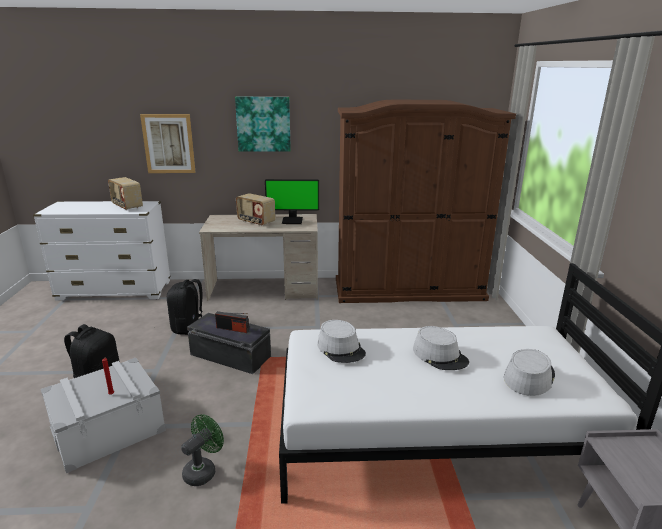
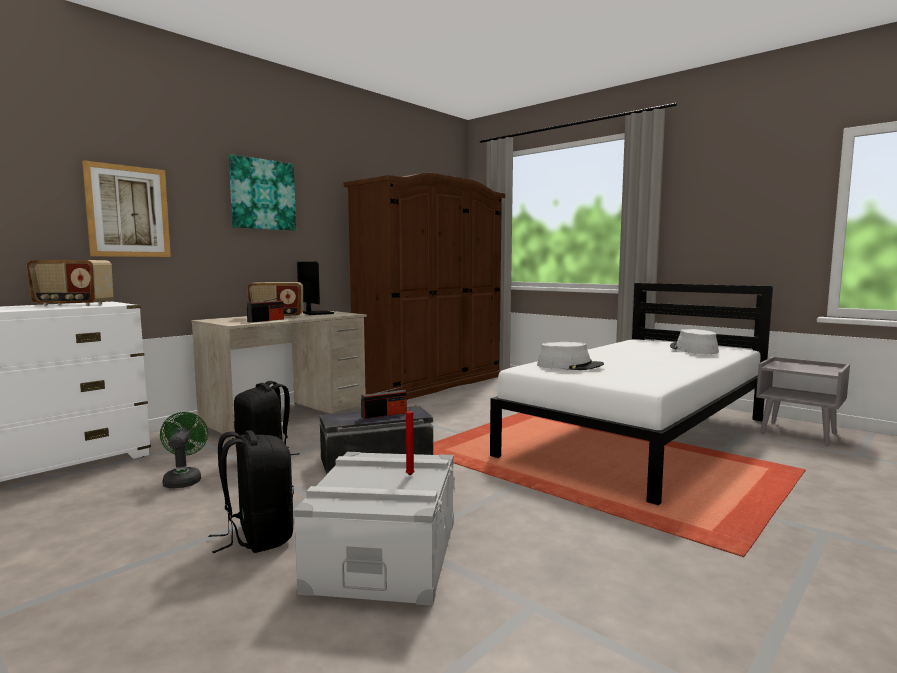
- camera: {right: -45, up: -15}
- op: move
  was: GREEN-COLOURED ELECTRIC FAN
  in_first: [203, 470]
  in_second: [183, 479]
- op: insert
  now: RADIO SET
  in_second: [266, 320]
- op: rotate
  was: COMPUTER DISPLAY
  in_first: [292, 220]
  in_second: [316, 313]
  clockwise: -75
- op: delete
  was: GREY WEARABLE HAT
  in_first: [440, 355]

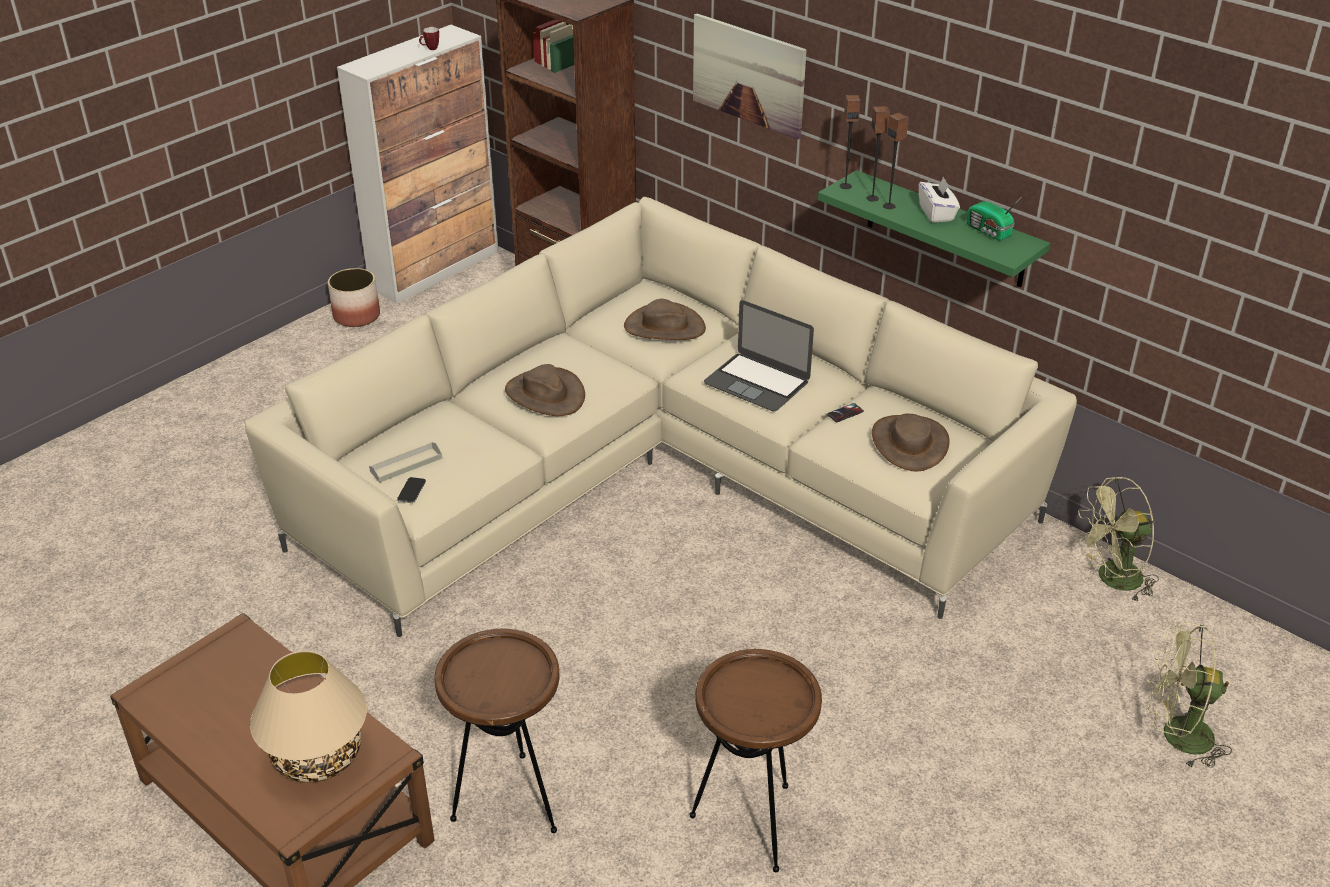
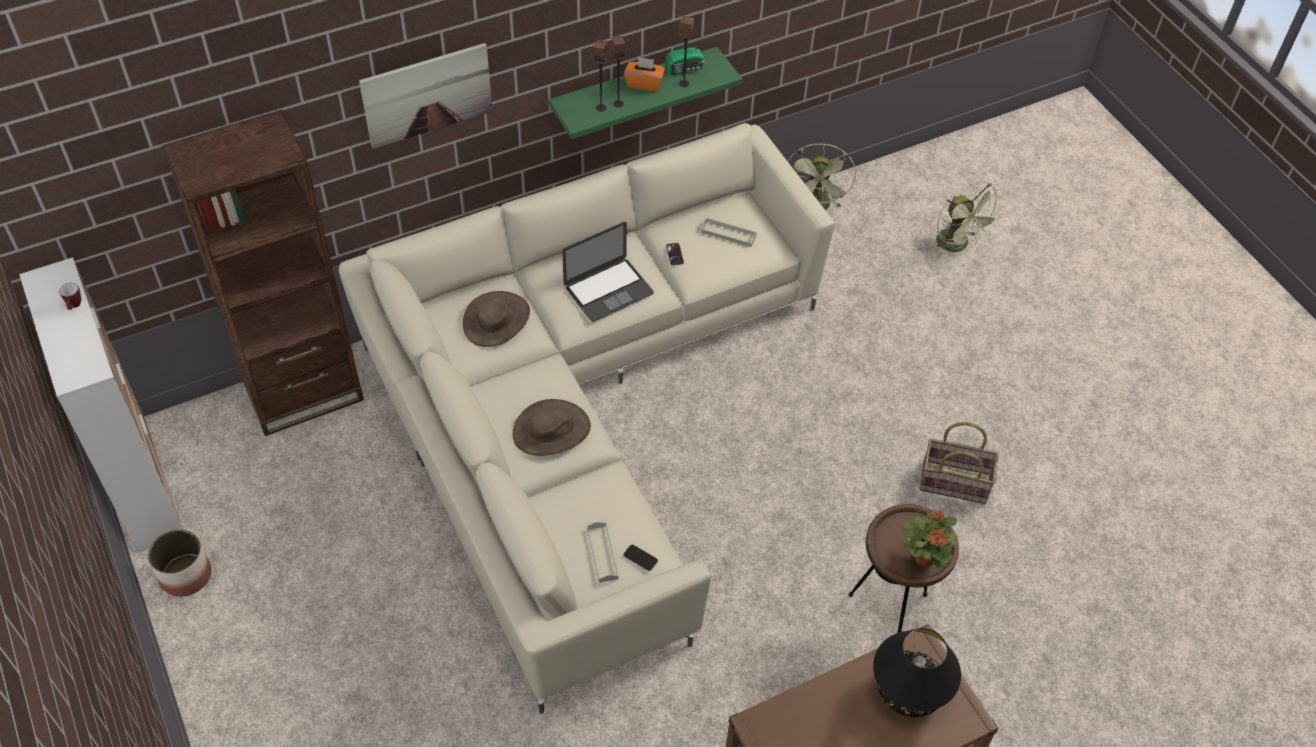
- camera: {right: -70, up: 15}
- op: recolor
  was: WHITISH BOX OF TISSUES
  now: ORANGEY BOX OF TISSUES
  in_first: [937, 213]
  in_second: [644, 83]
- op: move
  was: LOUDSPEAKER
  in_first: [845, 186]
  in_second: [683, 83]
- op: replace
  was: BROWNISH WEARABLE HAT
  now: GREY SERVING TRAY
  in_first: [909, 443]
  in_second: [728, 234]
- op: recolor
  was: BEIGE TABLE LAMP
  now: BLACK-COLOURED TABLE LAMP
  in_first: [318, 757]
  in_second: [909, 690]
- op: insert
  now: POTTED PLANT
  in_second: [924, 557]
- op: replace
  was: BROWNISH SIDE TABLE
  now: STORAGE BASKET
  in_first: [751, 823]
  in_second: [954, 482]
- op: rotate
  was: GREEN-COLOURED ELECTRIC FAN
  in_first: [1176, 736]
  in_second: [957, 245]
  clockwise: -60

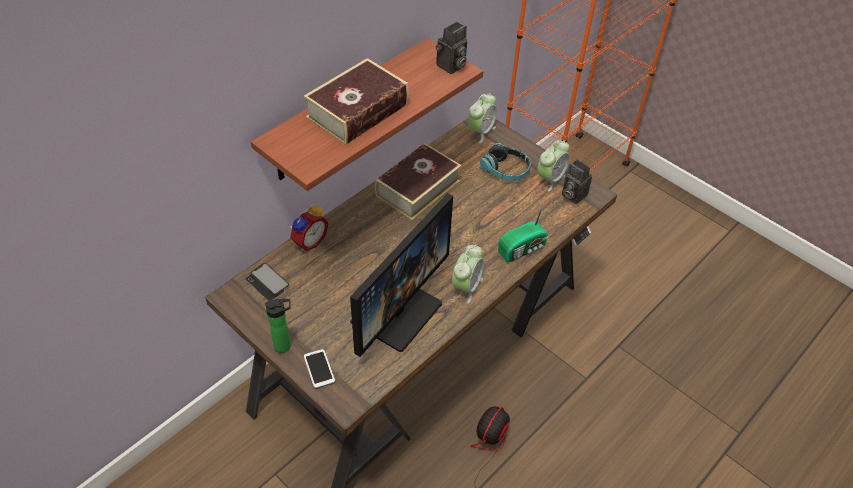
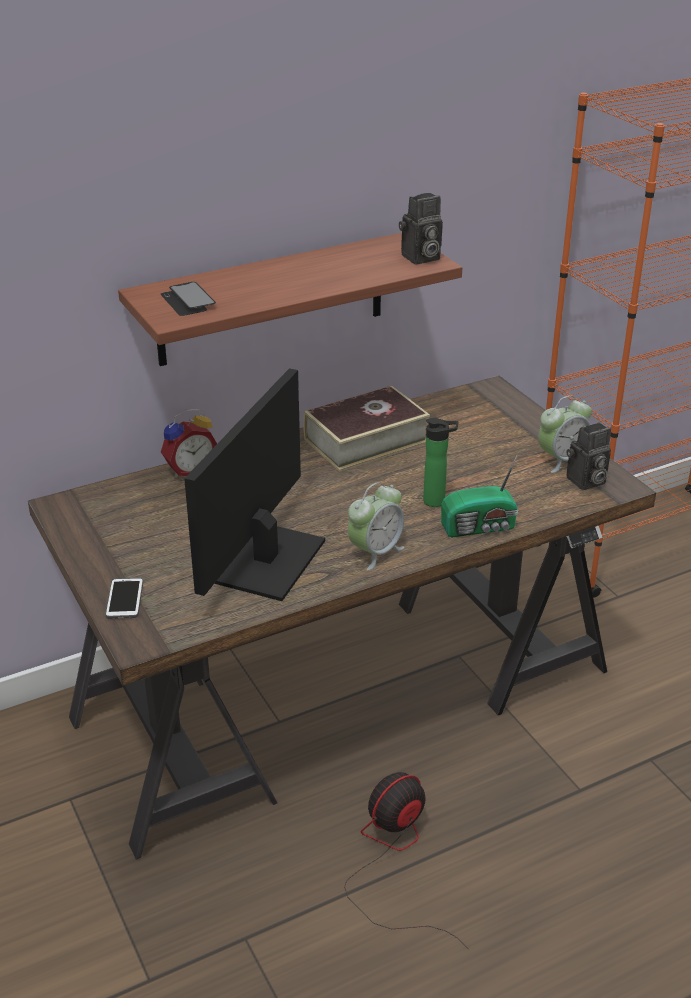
- camera: {right: 20, up: -15}
- op: move
  was: HANDSET
  in_first: [267, 282]
  in_second: [188, 301]
- op: rotate
  was: COMPUTER DISPLAY
  in_first: [397, 312]
  in_second: [263, 560]
  clockwise: 150
- op: move
  was: DRINK BOTTLE
  in_first: [285, 346]
  in_second: [437, 501]
- op: rotate
  was: STILL CAMERA
  in_first: [572, 195]
  in_second: [585, 482]
  clockwise: -90
- op: delete
  was: VOLUME
  in_first: [357, 111]
- op: delete
  was: BEDSIDE CLOCK
  in_first: [480, 132]
- op: delete
  was: PAIR OF HEADPHONES
  in_first: [505, 170]

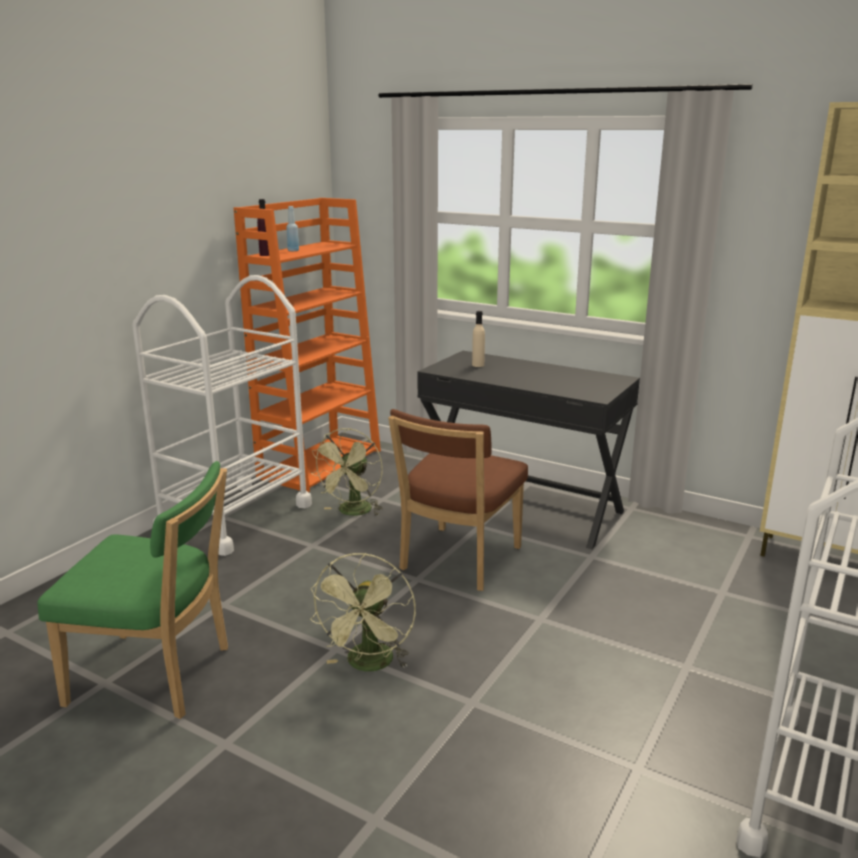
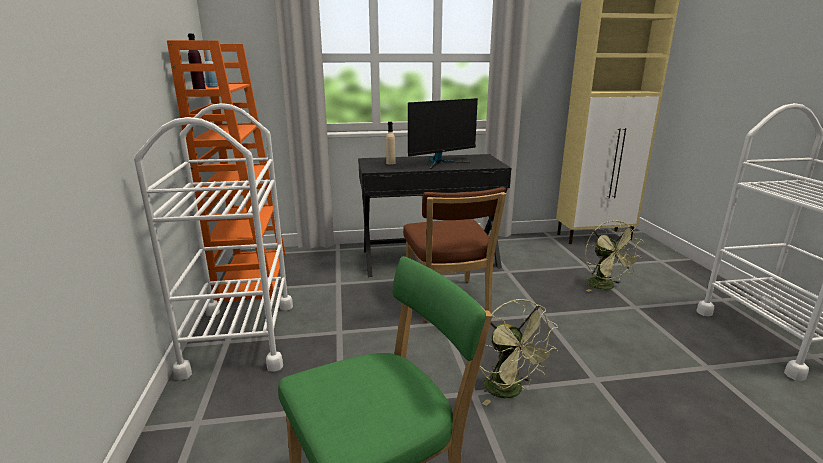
- camera: {right: -40, up: 0}
- op: insert
  now: COMPUTER DISPLAY
  in_second: [441, 163]
- op: move
  was: GREEN-COLOURED ELECTRIC FAN
  in_first: [352, 512]
  in_second: [605, 287]

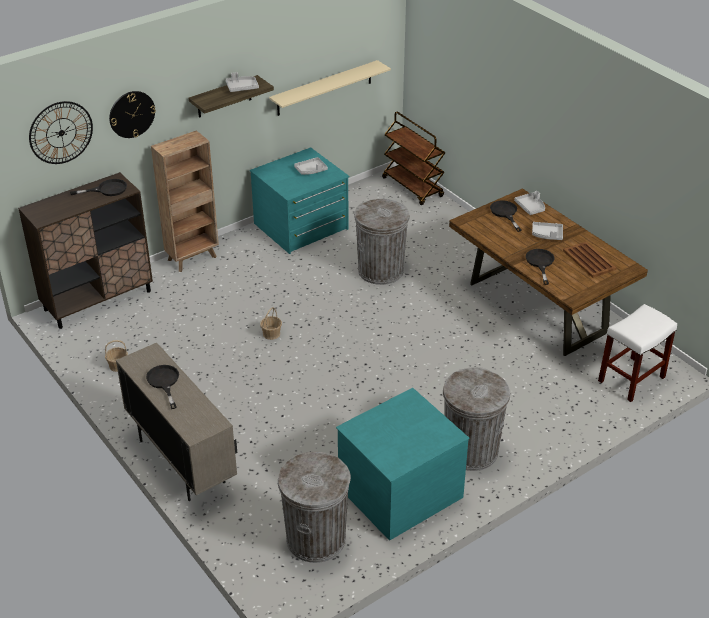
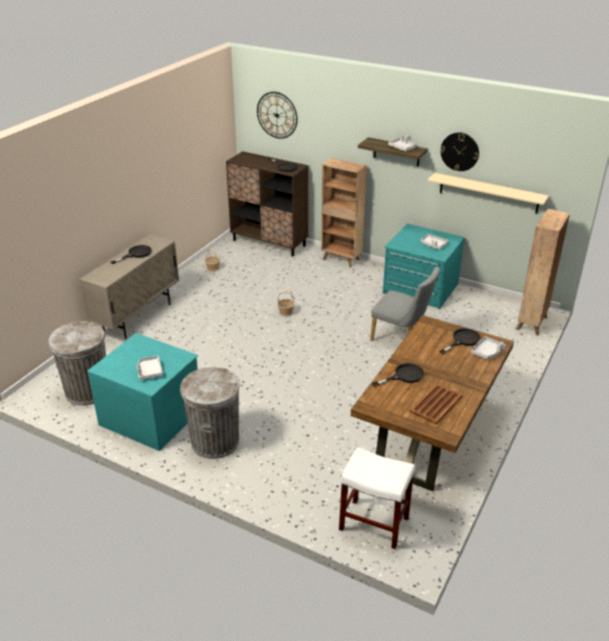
- camera: {right: 65, up: -5}
- op: move
  was: GREY SERVING TRAY
  in_first: [547, 235]
  in_second: [149, 371]
- op: replace
  was: GREY TRASH CAN
  now: GREY PLAIN CHAIR
  in_first: [381, 271]
  in_second: [402, 338]
- op: move
  was: CLOCK ON THE WALL
  in_first: [131, 114]
  in_second: [459, 151]
- op: replace
  was: BROWNISH CART
  now: BROWNISH SHELVING UNIT
  in_first: [413, 187]
  in_second: [531, 323]

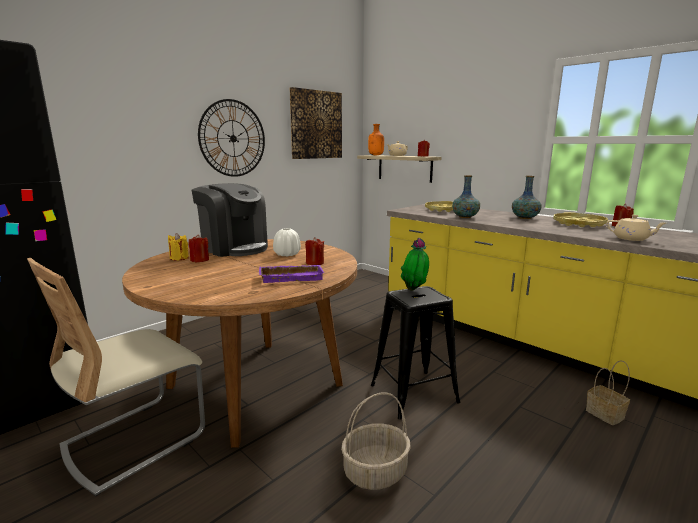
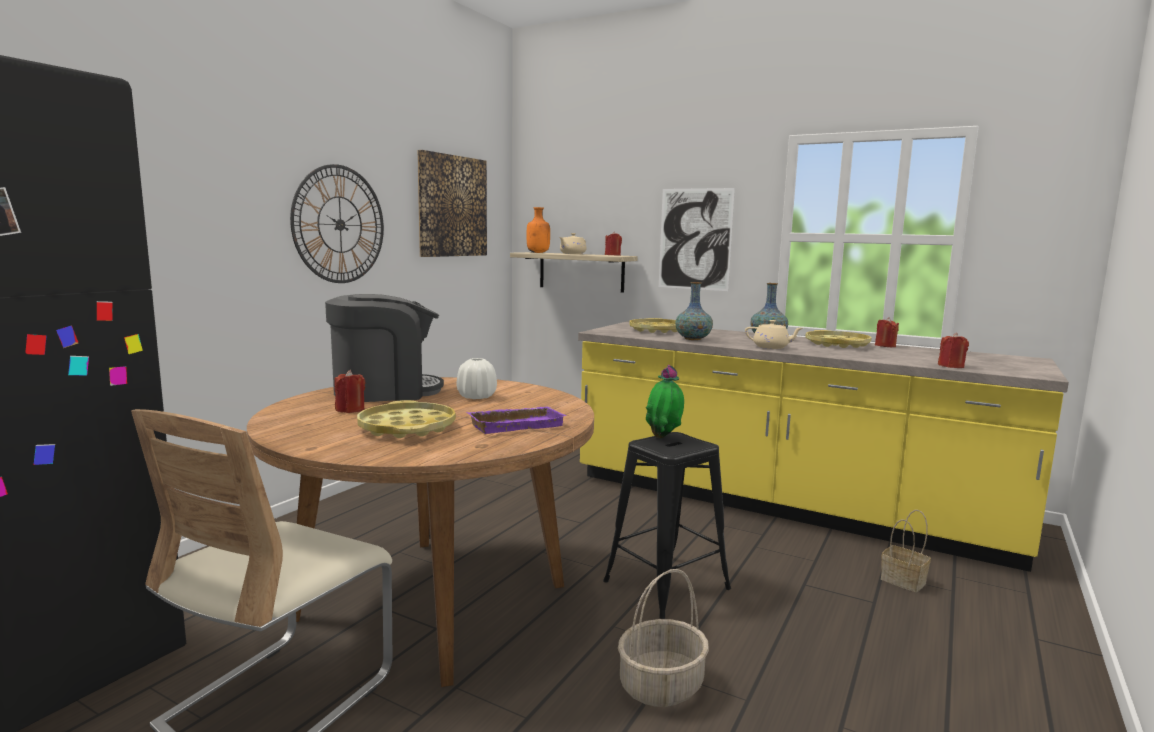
- camera: {right: -15, up: -5}
- op: rotate
  was: COFFEE BREWER
  in_first: [234, 248]
  in_second: [385, 391]
  clockwise: -45
- op: insert
  now: YELLOW SERVING TRAY
  in_second: [407, 428]
- op: insert
  now: WALL PICTURE
  in_second: [695, 239]
- op: move
  was: BEIGE TEAPOT
  in_first: [632, 239]
  in_second: [771, 347]
- op: move
  was: RED CANDLE
  in_first: [315, 263]
  in_second: [951, 366]
- op: delete
  was: YELLOW CANDLE
  in_first: [179, 258]

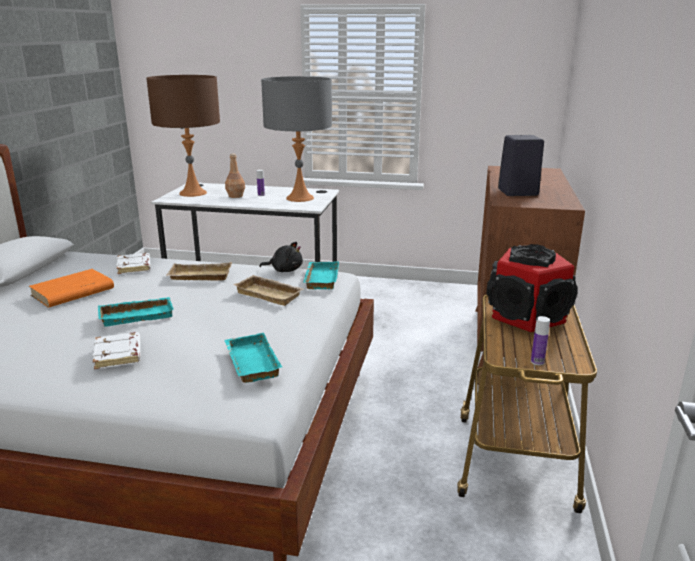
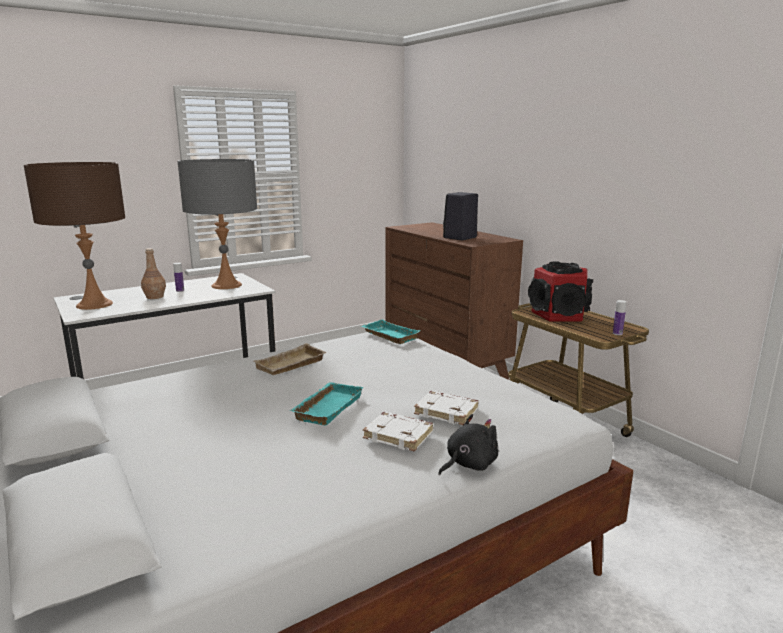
- camera: {right: -45, up: -5}
- op: move
  was: WHITISH VOLUME
  in_first: [135, 267]
  in_second: [447, 411]
- op: move
  was: BLACK-COLOURED PLUSH TOY
  in_first: [285, 270]
  in_second: [468, 464]
- op: delete
  was: ORANGEY VOLUME
  in_first: [72, 292]
- op: delete
  was: TURQUOISE SERVING TRAY
  in_first: [250, 362]
- op: delete
  was: BEIGE SERVING TRAY
  in_first: [270, 294]

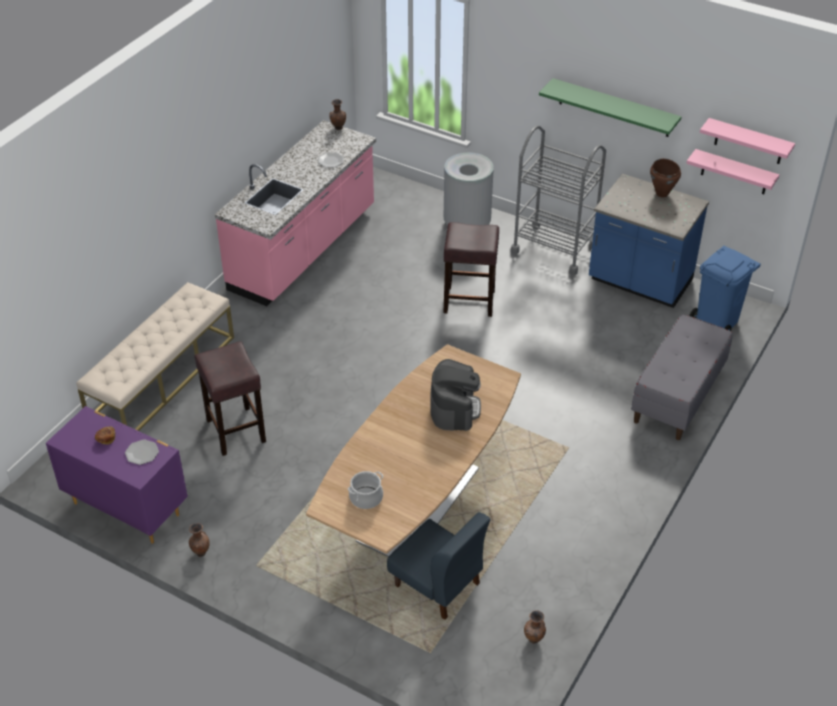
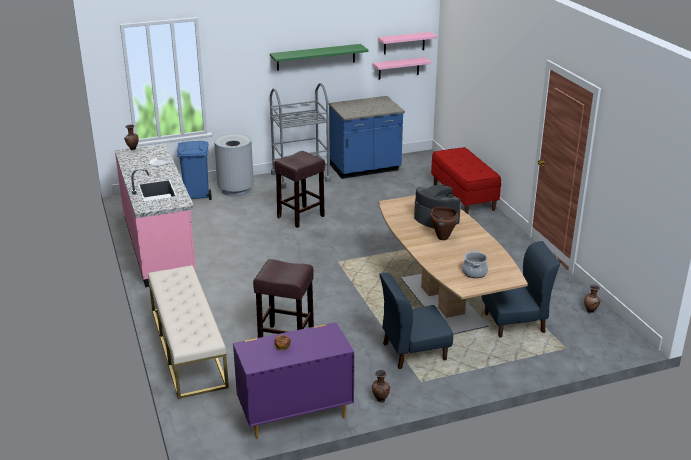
- camera: {right: -50, up: -15}
- op: move
  was: BLUISH TRASH CAN
  in_first: [717, 321]
  in_second: [197, 195]
- op: insert
  now: BLUISH PLAIN CHAIR
  in_second: [413, 351]
- op: move
  was: BROWNISH STOCKPOT
  in_first: [662, 193]
  in_second: [442, 237]
- op: recolor
  was: GREY BENCH
  now: RED BENCH
  in_first: [678, 396]
  in_second: [463, 197]
- op: delete
  was: FLAT DISH
  in_first: [142, 453]

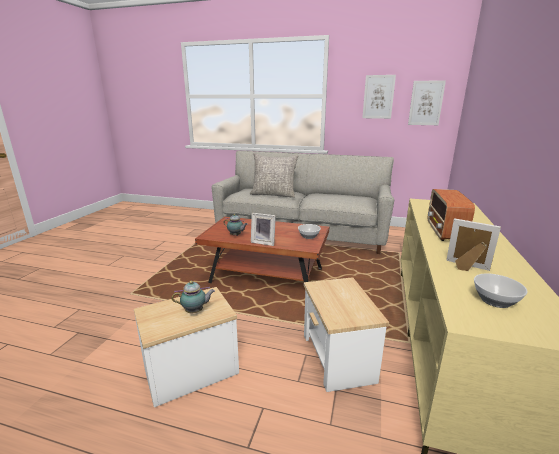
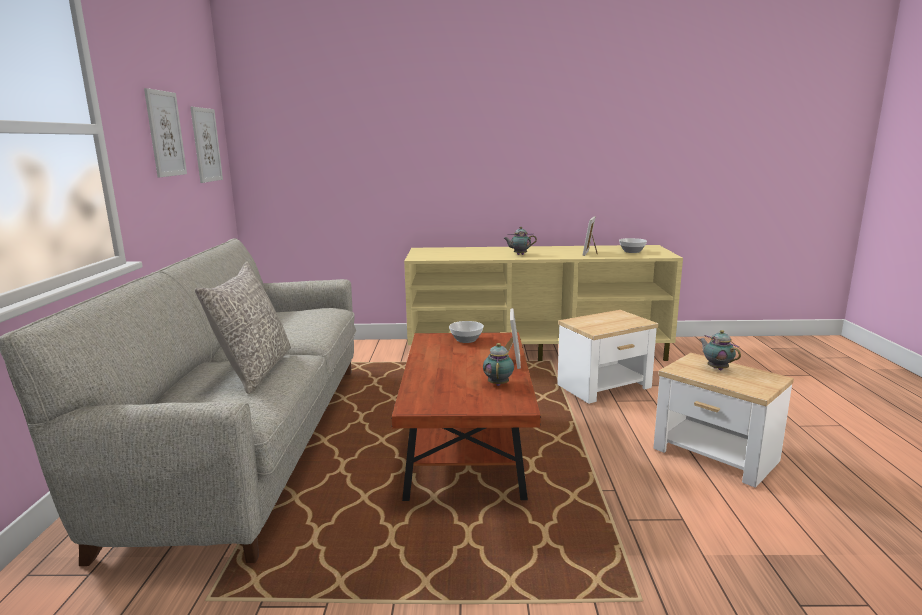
- camera: {right: -105, up: -5}
- op: replace
  was: RADIO SET
  now: TEAPOT
  in_first: [445, 232]
  in_second: [519, 254]

